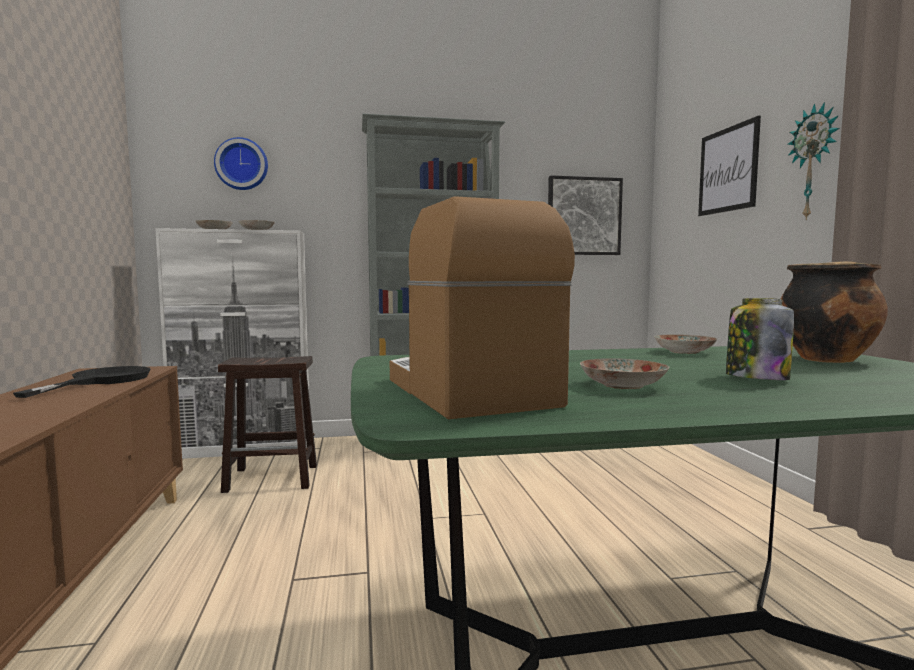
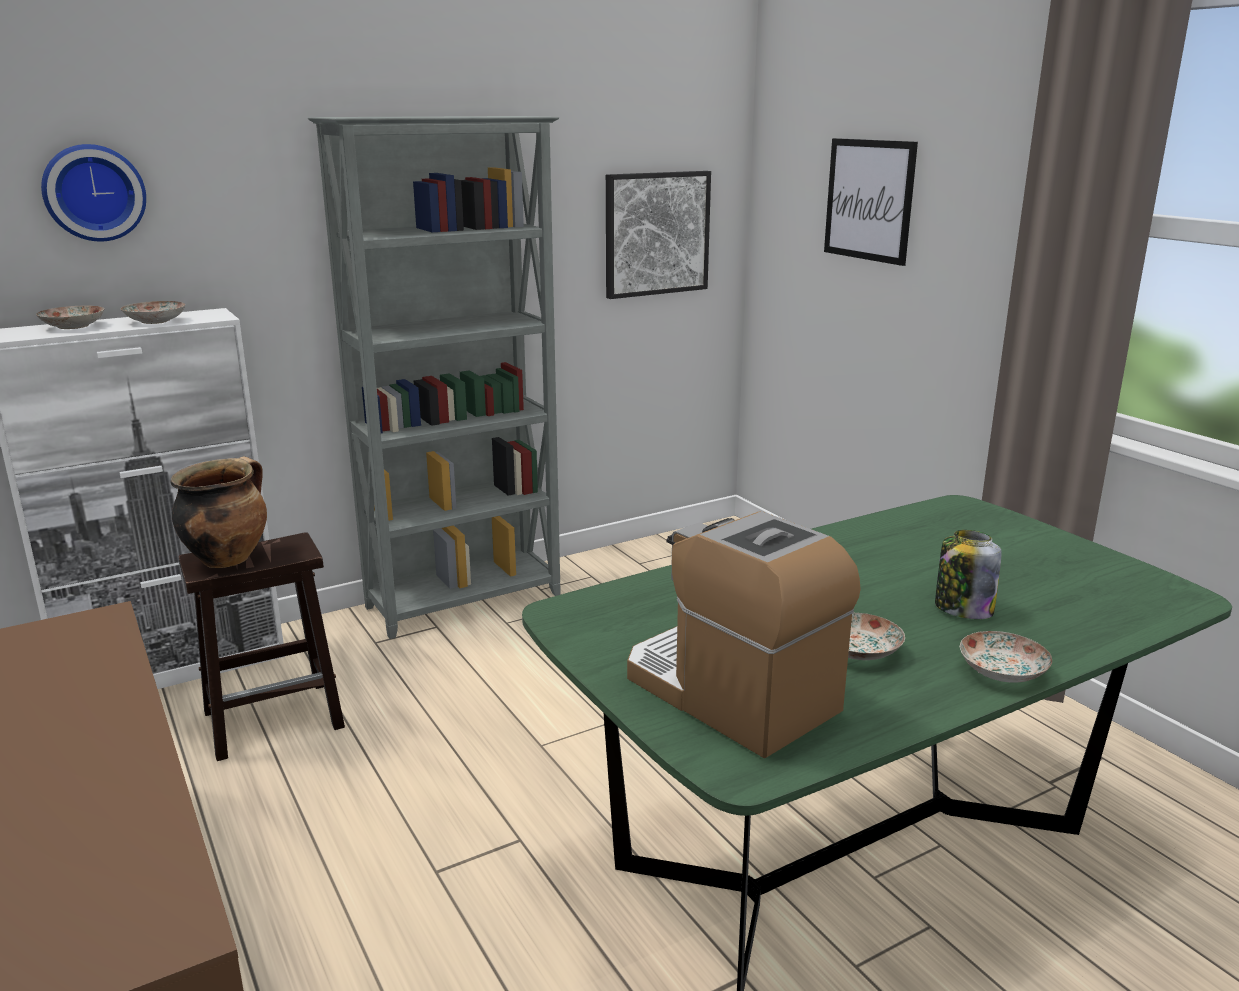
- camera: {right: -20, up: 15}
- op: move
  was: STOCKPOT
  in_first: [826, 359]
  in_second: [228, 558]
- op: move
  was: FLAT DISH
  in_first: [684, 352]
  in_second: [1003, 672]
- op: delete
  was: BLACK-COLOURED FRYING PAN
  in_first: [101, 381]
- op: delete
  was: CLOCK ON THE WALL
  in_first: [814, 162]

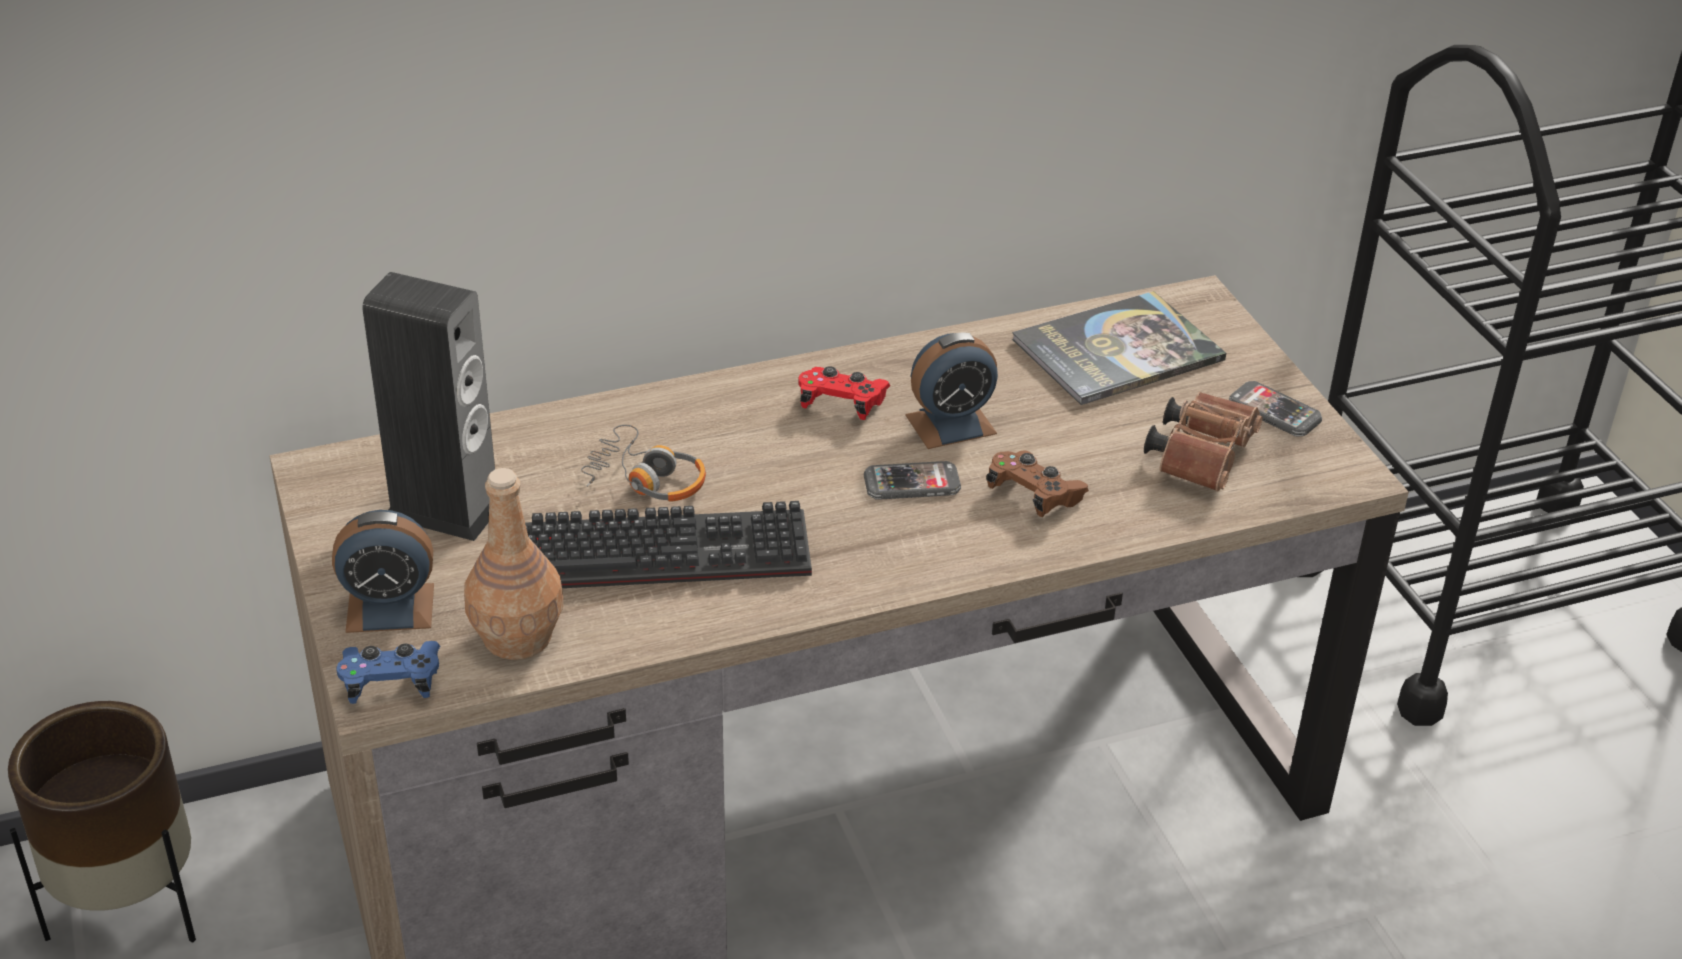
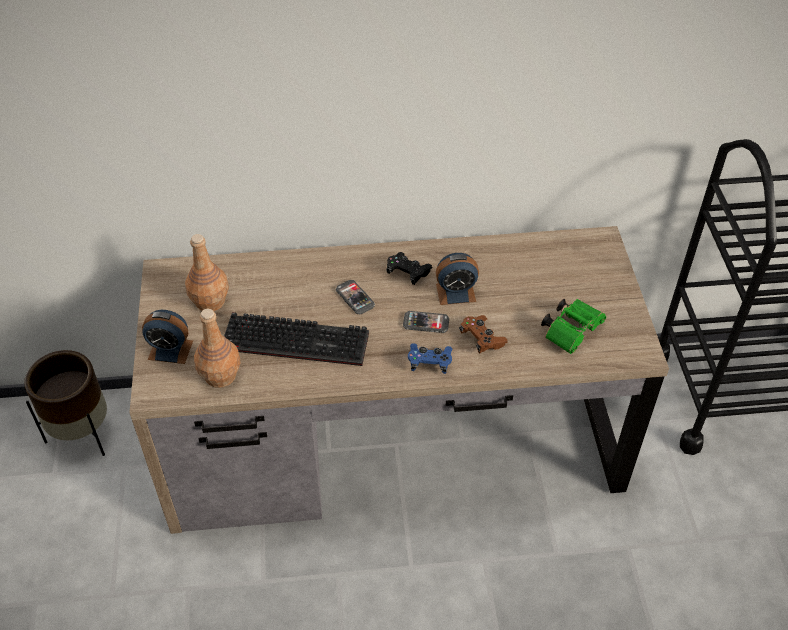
- camera: {right: 15, up: 10}
- op: replace
  was: LOUDSPEAKER
  now: BROWNISH DRINK BOTTLE
  in_first: [445, 508]
  in_second: [210, 301]
- op: move
  was: HANDSET
  in_first: [1274, 412]
  in_second: [355, 298]
- op: recolor
  was: RED JOYPAD
  now: BLACK-COLOURED JOYPAD
  in_first: [841, 404]
  in_second: [408, 273]
- op: move
  was: BLUISH JOYPAD
  in_first: [392, 683]
  in_second: [429, 363]
- op: recolor
  was: BROWNISH FIELD GLASSES
  now: GREEN-COLOURED FIELD GLASSES
  in_first: [1202, 456]
  in_second: [572, 331]
- op: delete
  was: PAIR OF HEADPHONES
  in_first: [646, 479]
- op: delete
  was: VOLUME
  in_first: [1117, 351]

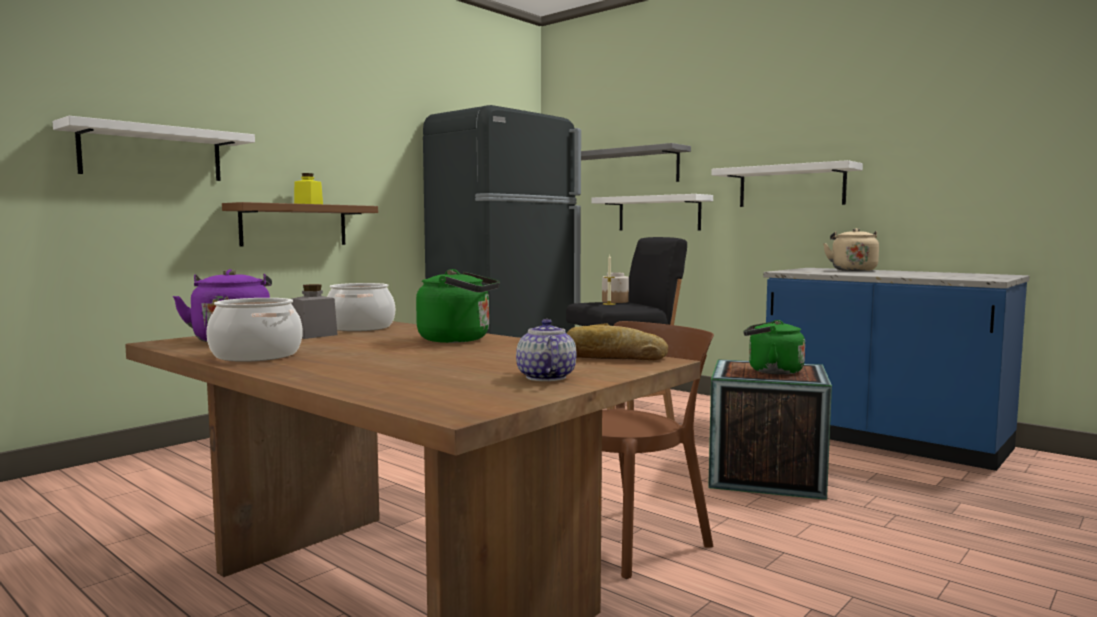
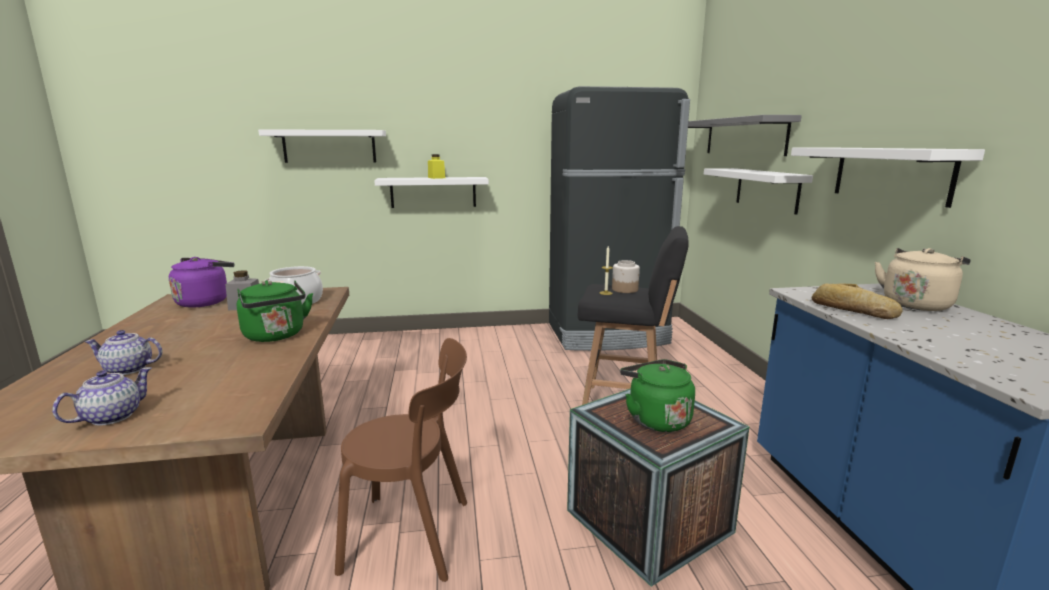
- camera: {right: 40, up: 10}
- op: insert
  now: TEAPOT
  in_second: [129, 369]
- op: recolor
  was: BROWNISH BRACKET SHELF
  now: WHITISH BRACKET SHELF
  in_first: [294, 225]
  in_second: [433, 192]
- op: move
  was: BAKED BREAD
  in_first: [612, 357]
  in_second: [852, 310]
- op: delete
  was: STOCKPOT
  in_first: [257, 355]

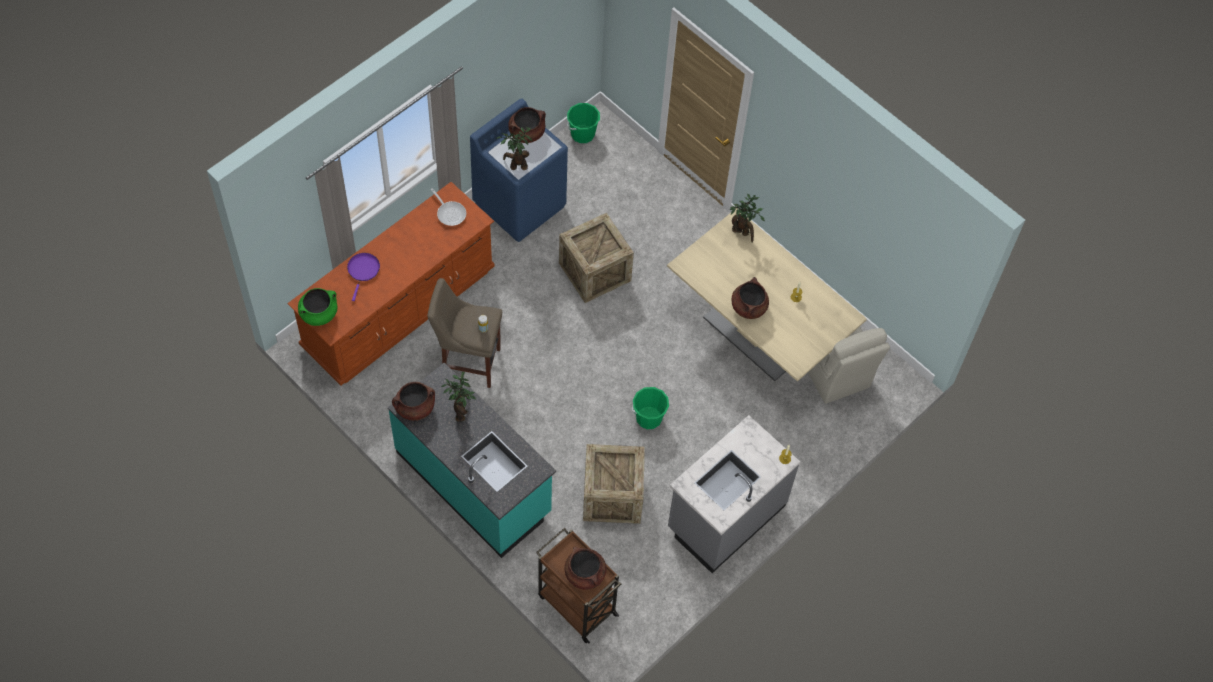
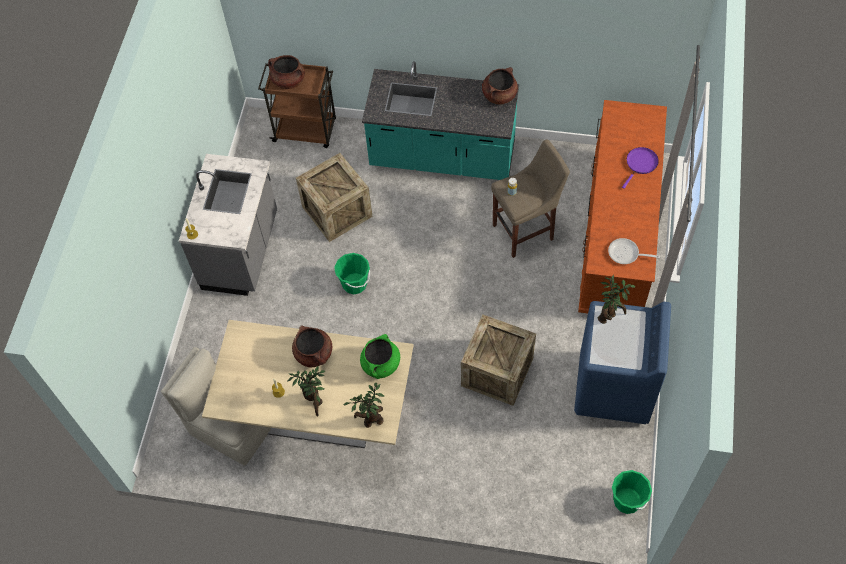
- camera: {right: 150, up: 0}
- op: move
  was: POTTED PLANT
  in_first: [461, 411]
  in_second: [314, 401]
- op: move
  was: GREEN-COLOURED STOCKPOT
  in_first: [319, 314]
  in_second: [381, 364]
- op: rotate
  was: PURPLISH FRYING PAN
  in_first: [363, 271]
  in_second: [640, 164]
  clockwise: -120
- op: delete
  was: BROWNISH STOCKPOT
  in_first: [527, 133]

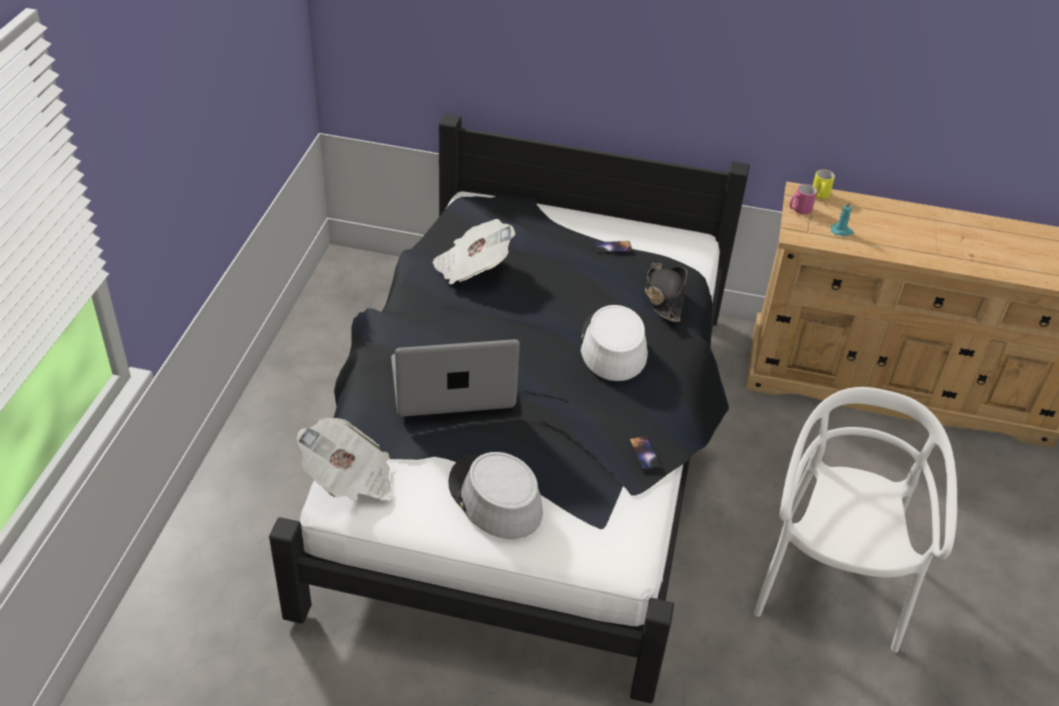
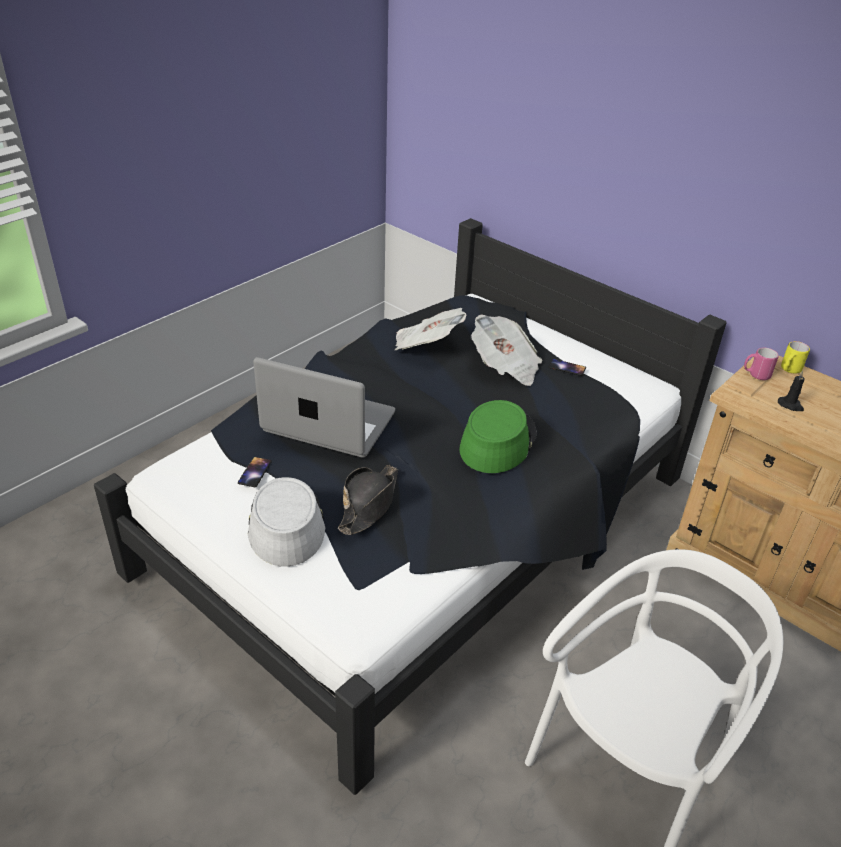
- camera: {right: 30, up: -5}
- op: move
  was: HANDSET
  in_first: [644, 453]
  in_second: [254, 472]
- op: move
  was: BLACK-COLOURED WEARABLE HAT
  in_first: [663, 297]
  in_second: [369, 504]
- op: recolor
  was: WHITISH WEARABLE HAT
  now: GREEN-COLOURED WEARABLE HAT
  in_first: [612, 346]
  in_second: [497, 441]
- op: move
  was: NEWSPAPER
  in_first: [349, 479]
  in_second: [505, 366]
- op: recolor
  was: TURQUOISE CANDLE
  now: BLACK-COLOURED CANDLE
  in_first: [841, 231]
  in_second: [790, 405]

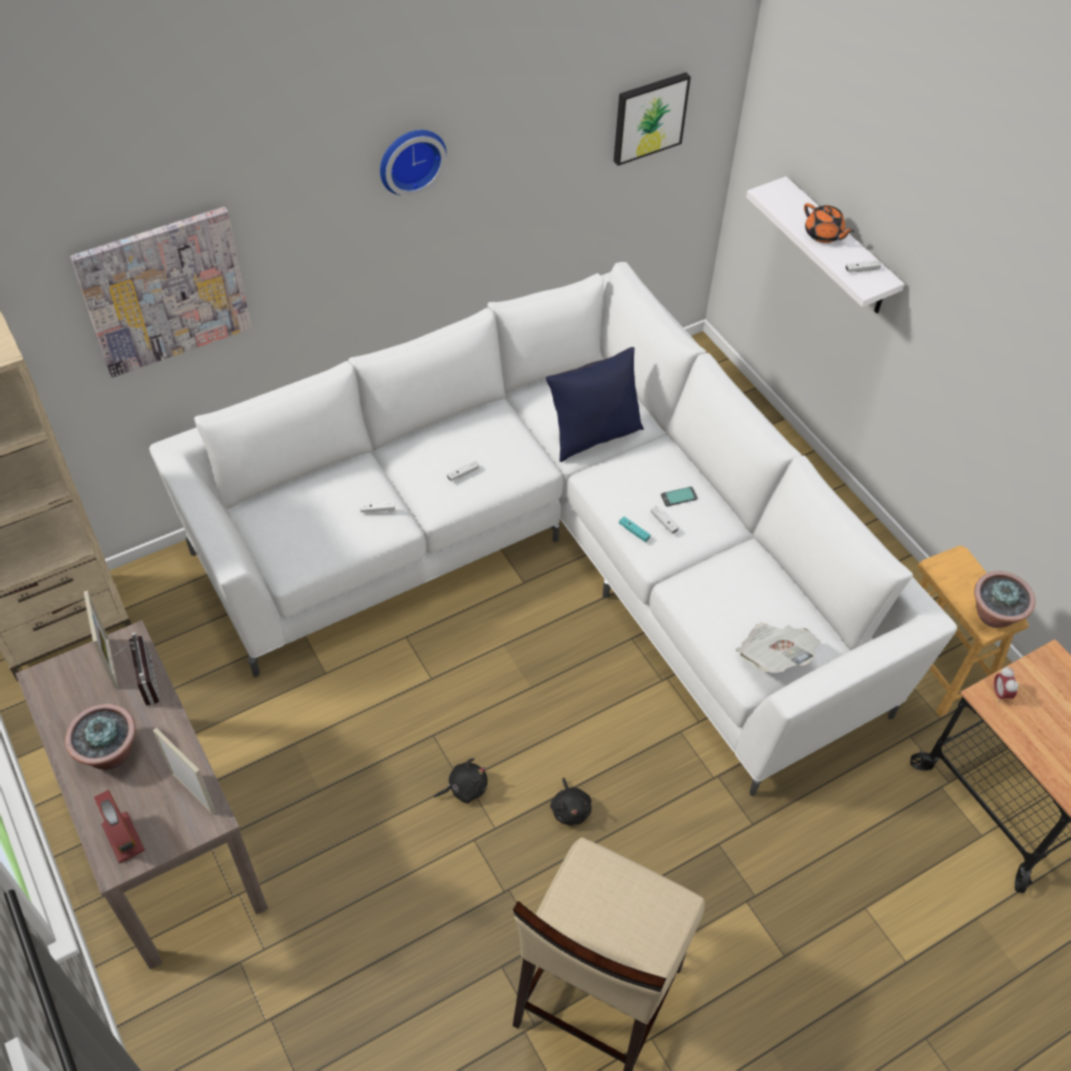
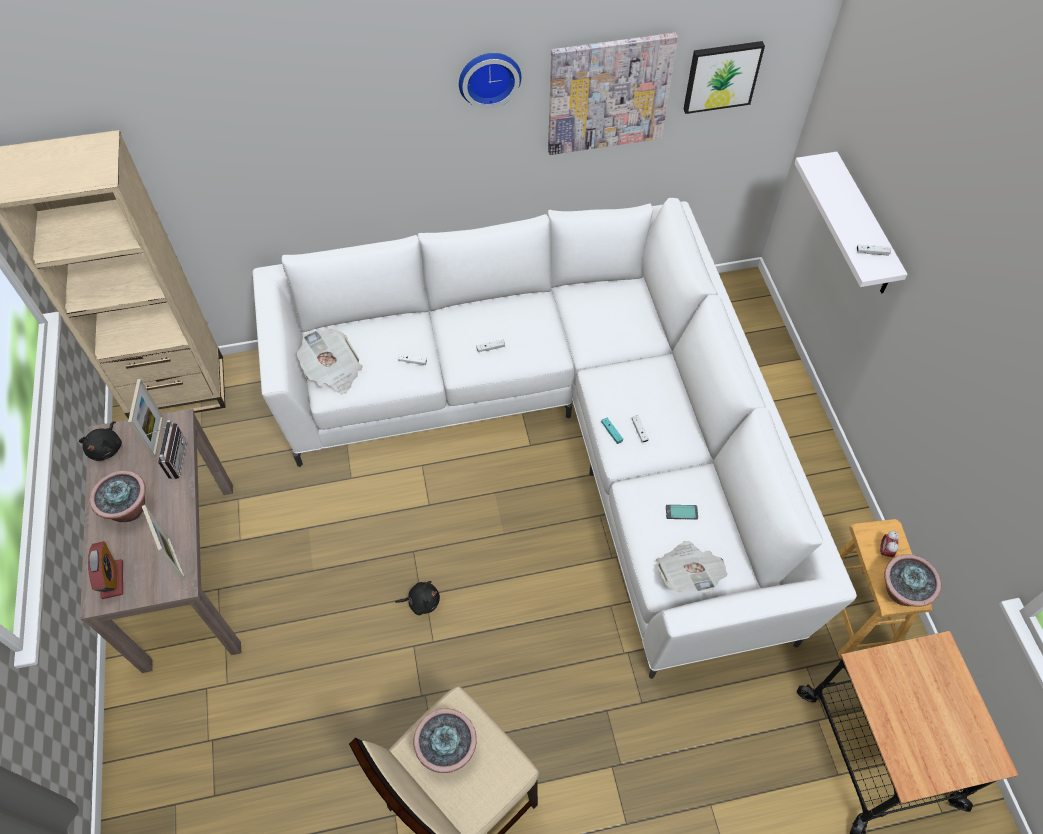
- camera: {right: 20, up: 5}
- op: move
  was: BLACK-COLOURED PLUSH TOY
  in_first: [570, 809]
  in_second: [107, 448]
- op: insert
  now: NEWSPAPER
  in_second: [333, 371]
- op: insert
  now: POTTED PLANT
  in_second: [447, 748]
- op: move
  was: WALL PICTURE
  in_first: [165, 291]
  in_second: [608, 94]
- op: move
  was: HANDSET
  in_first: [679, 497]
  in_second: [681, 512]
- op: move
  was: BEDSIDE CLOCK
  in_first: [1000, 694]
  in_second: [884, 551]
- op: delete
  was: BLUISH THROW PILLOW
  in_first: [593, 436]
- op: delete
  was: ORANGEY TEAPOT
  in_first: [824, 234]

